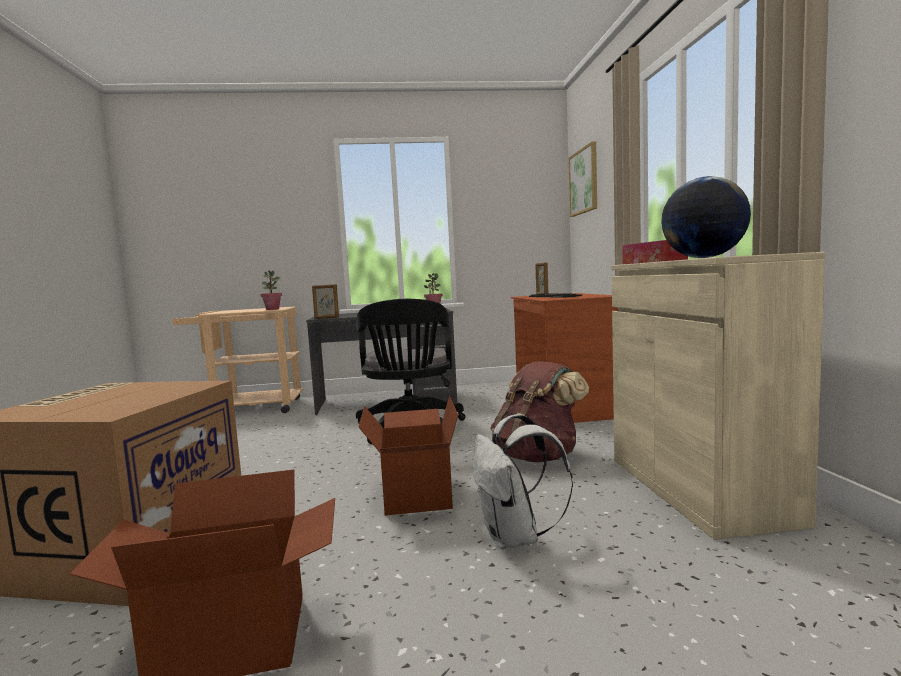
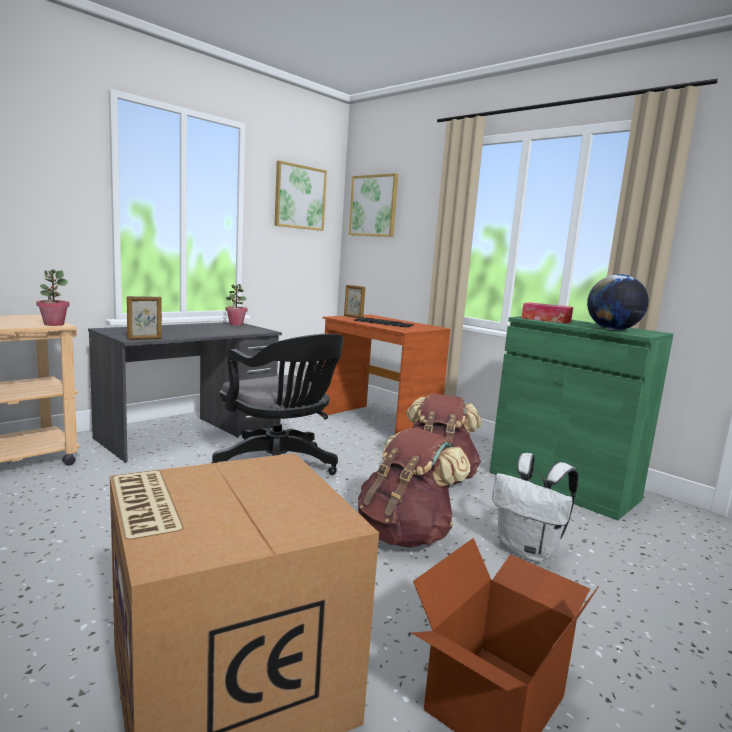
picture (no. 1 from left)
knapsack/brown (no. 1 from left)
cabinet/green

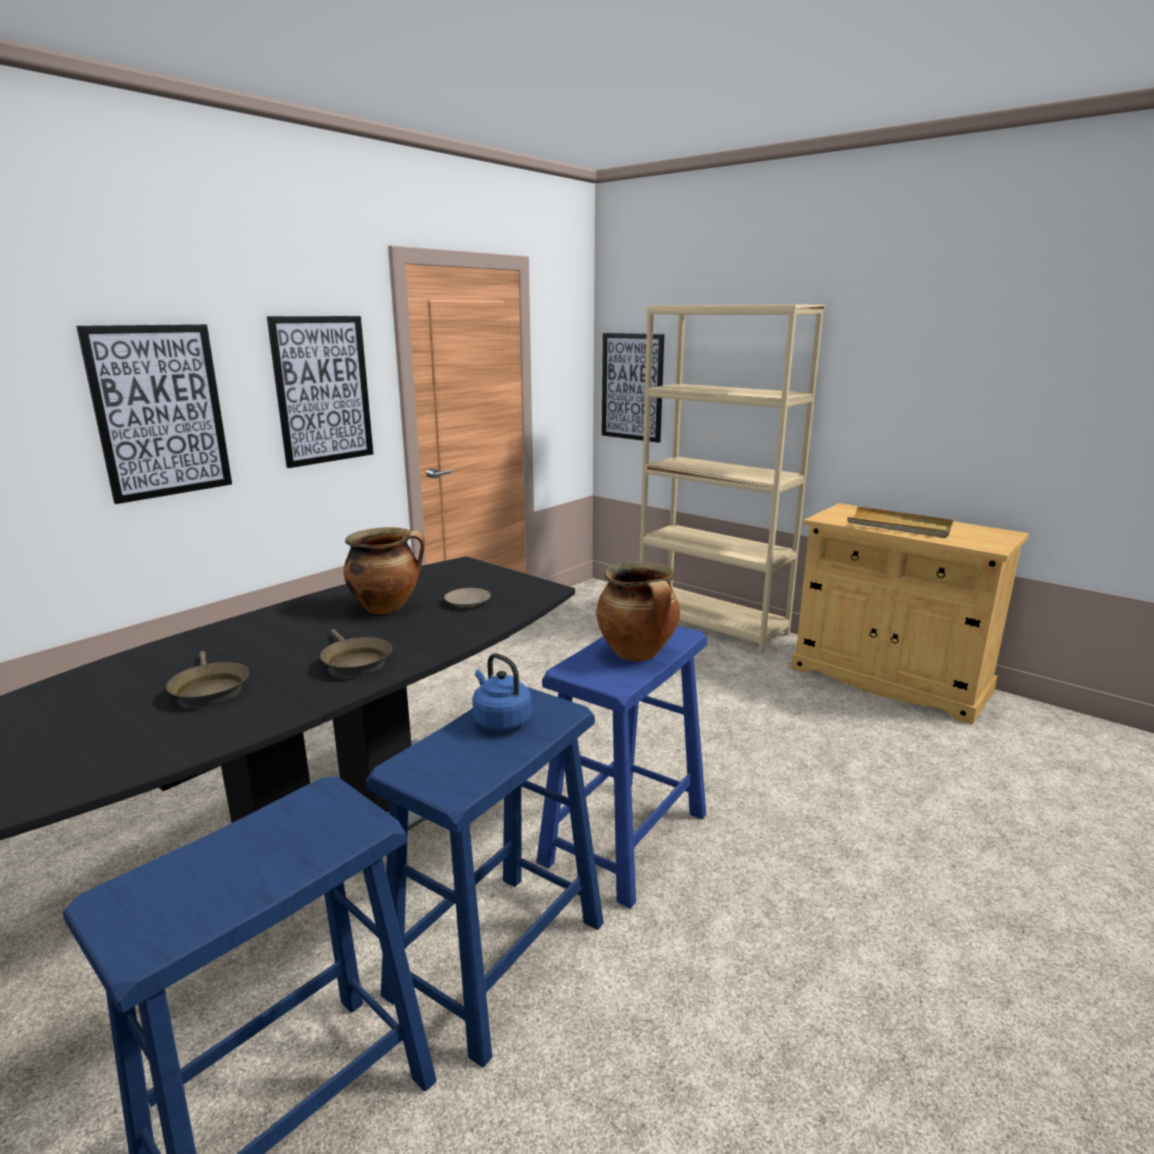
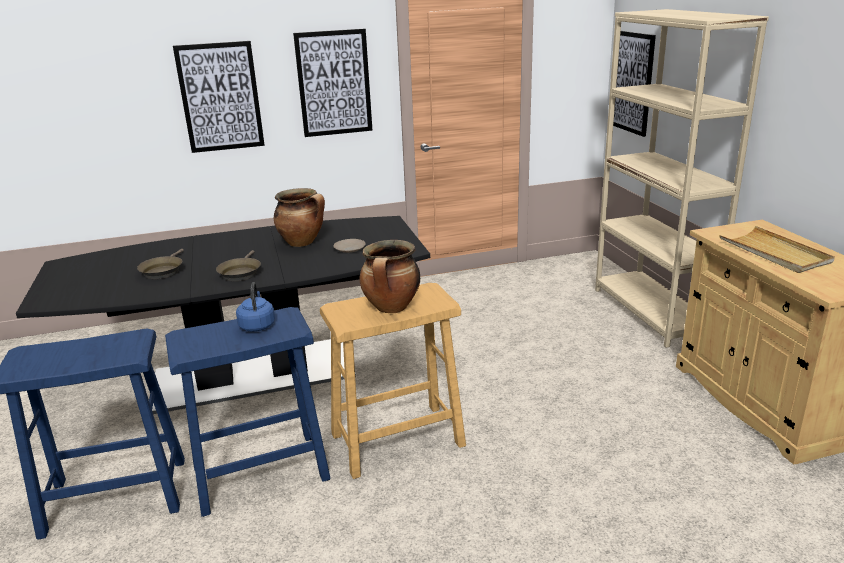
stool seat/beige-coloured

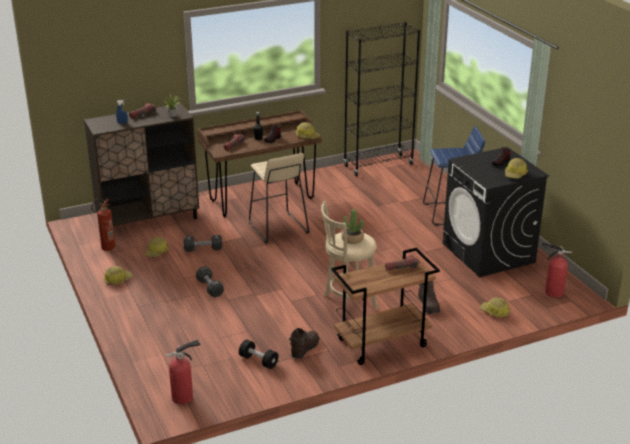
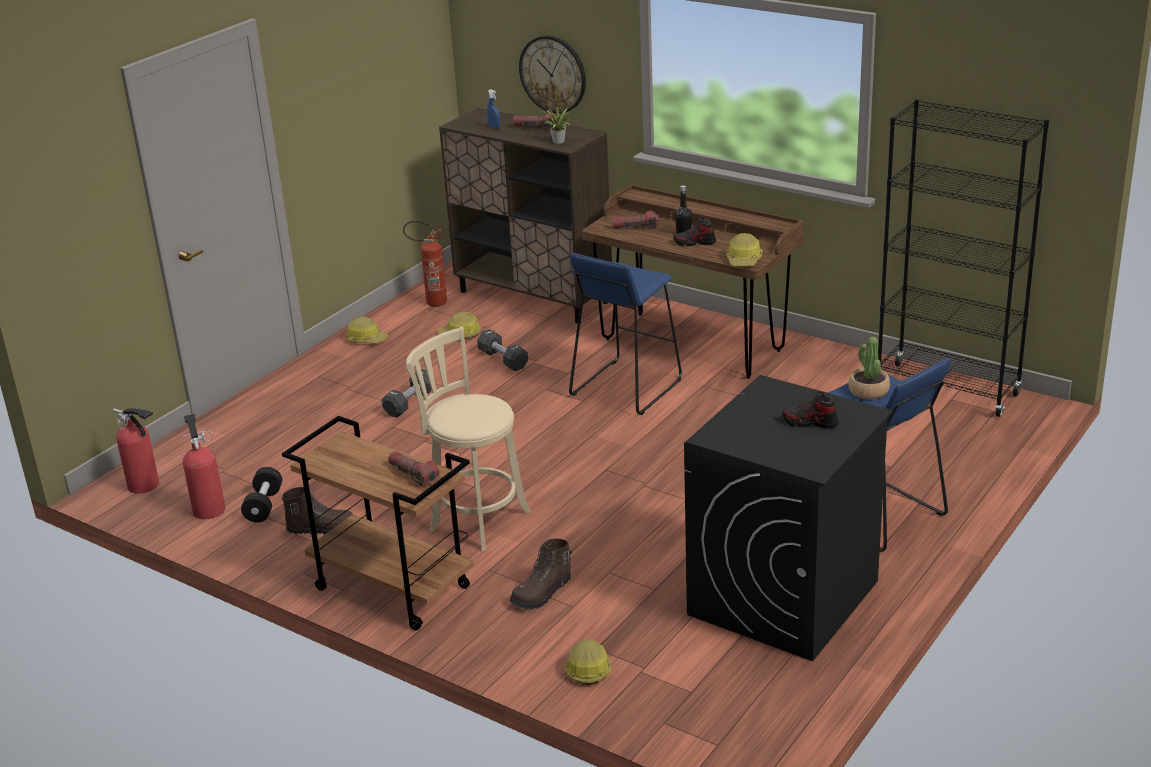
fire-fighting cylinder (no. 2 from left)
wall clock
stool seat/bluish (no. 1 from left)
potted plant (no. 2 from left)
work helmet (no. 5 from left in the first image)

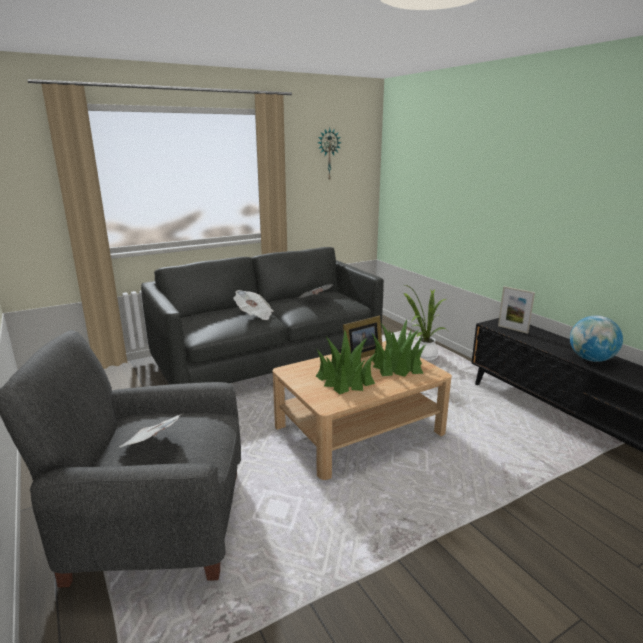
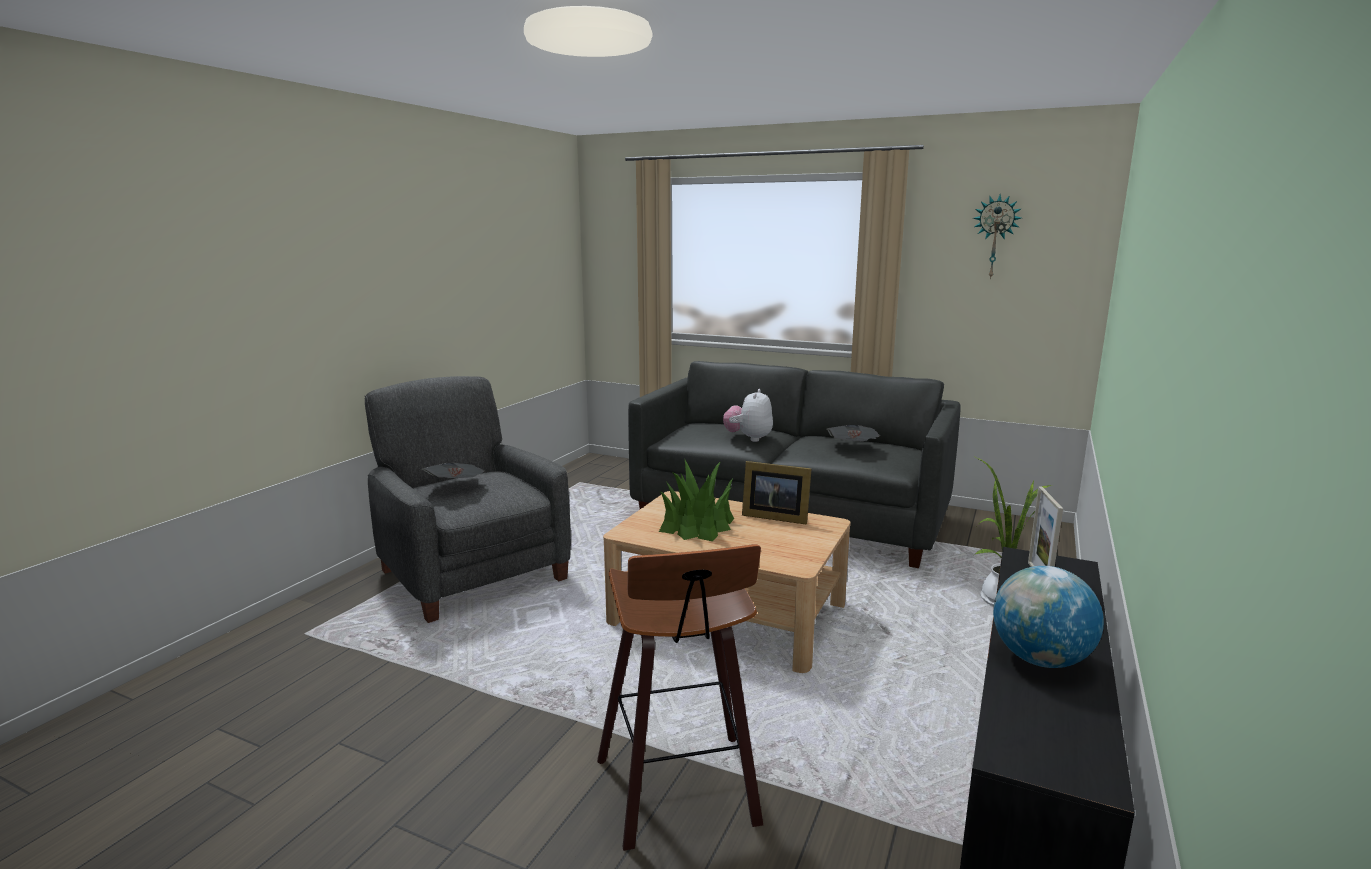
stool seat
plush toy
potted plant (no. 2 from left in the first image)

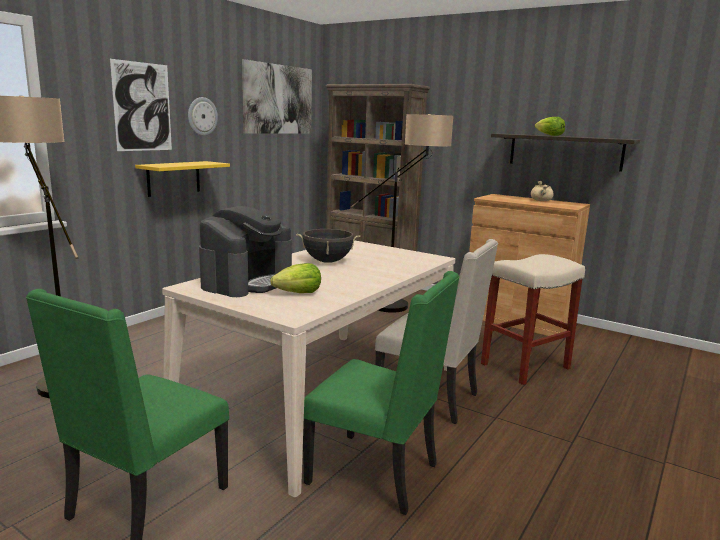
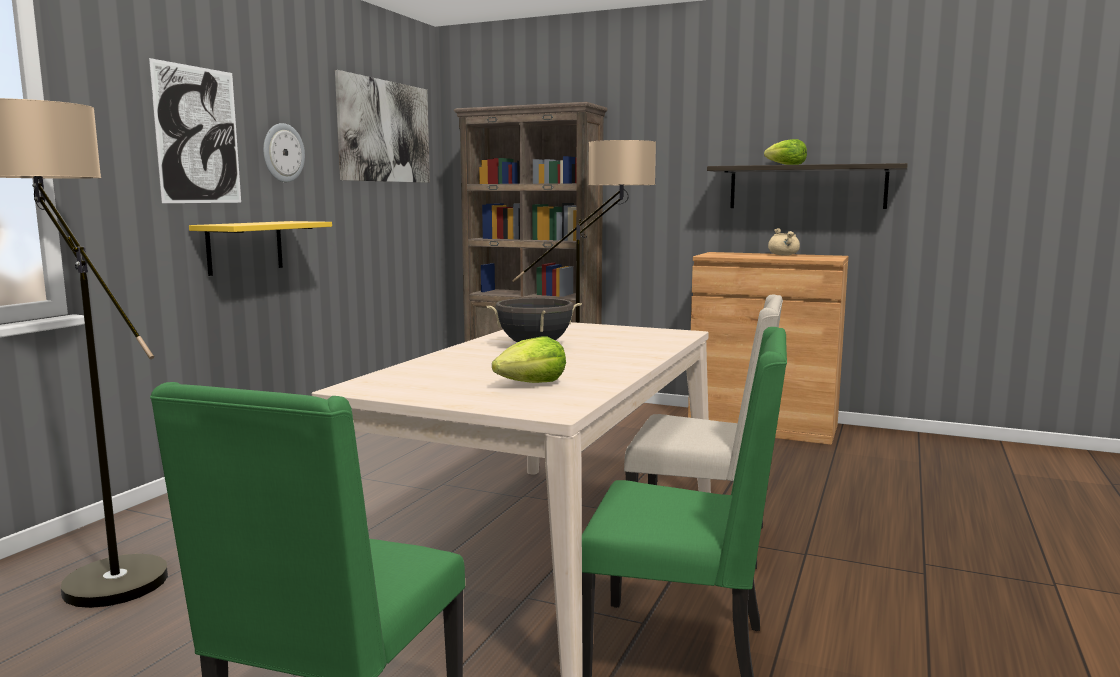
coffee machine
stool seat/beige-coloured

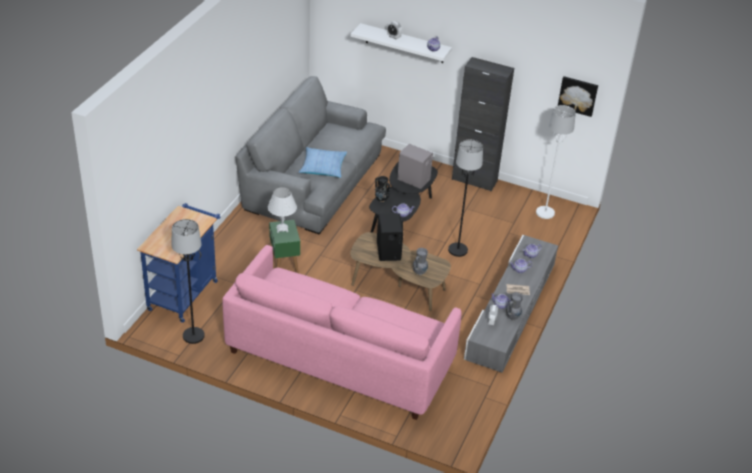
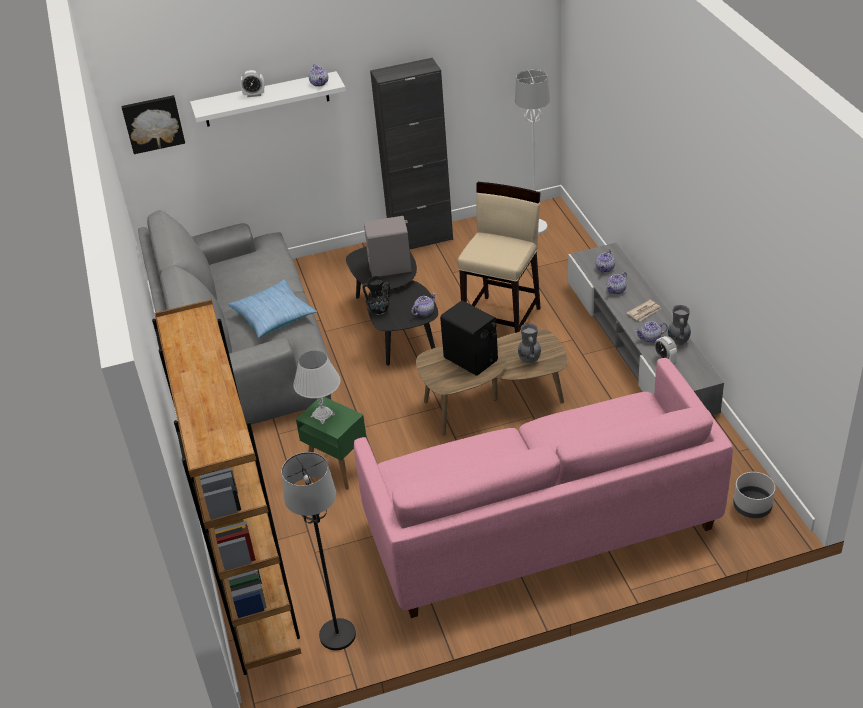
picture
bookshelf/brown
stool seat/beige-coloured
planter/grey

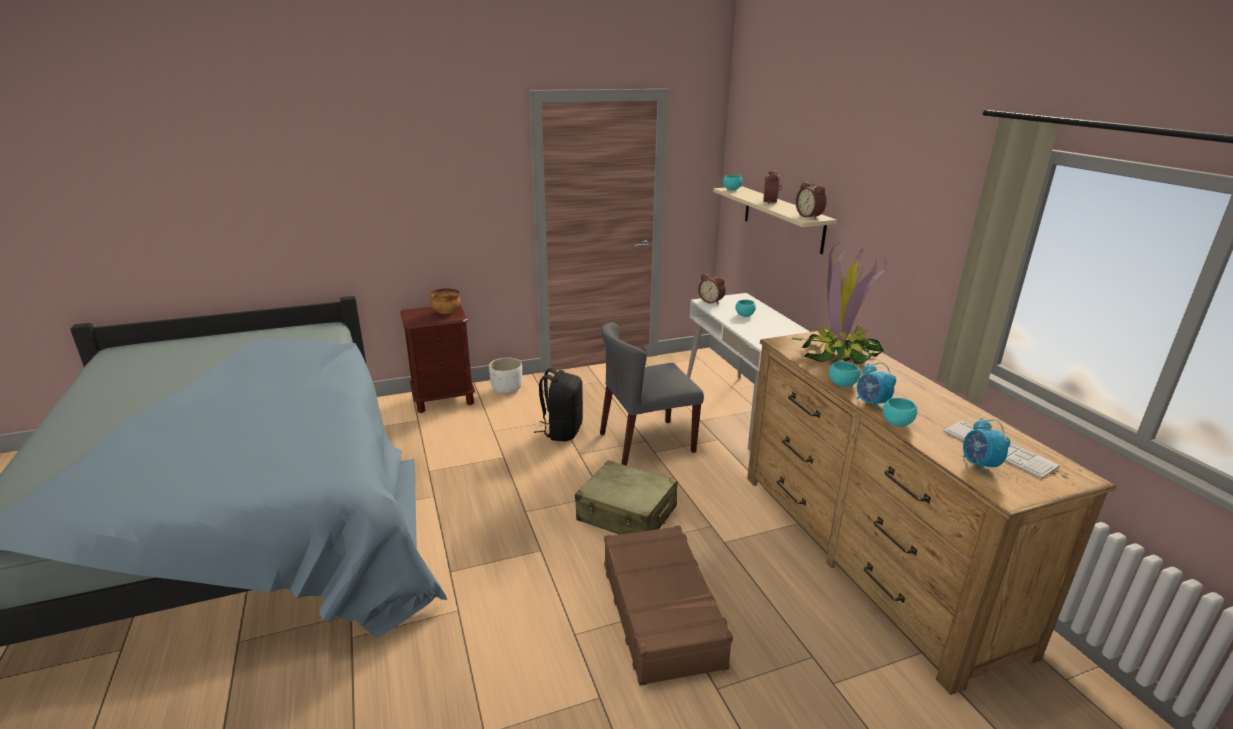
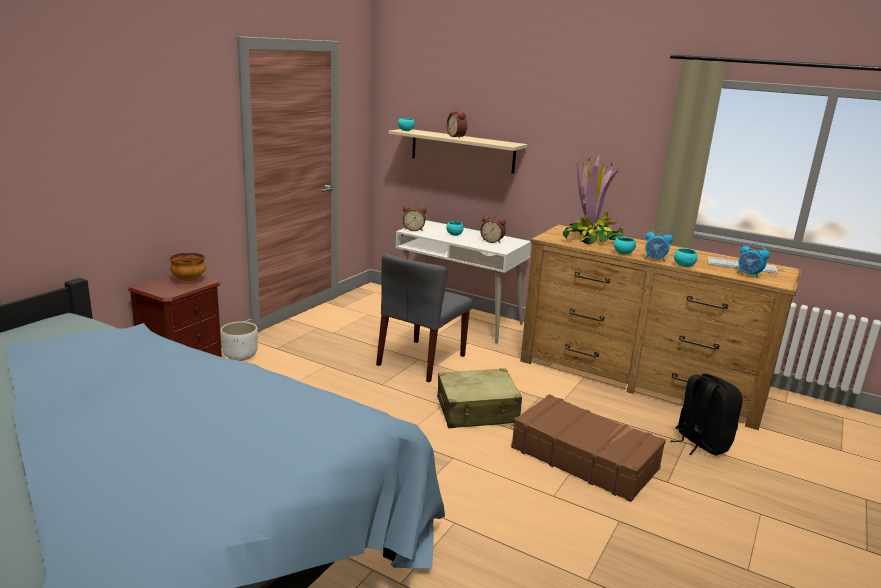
bedside clock (no. 3 from left)
knapsack/black

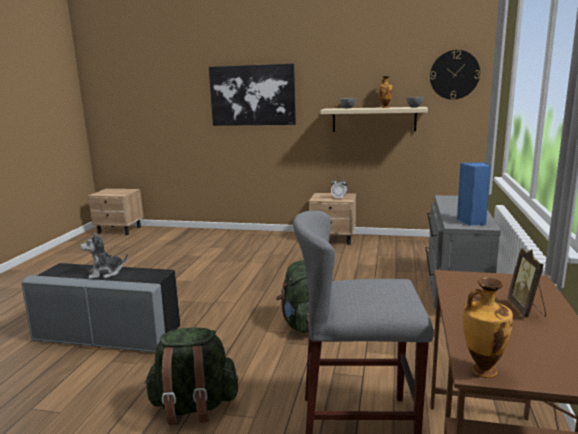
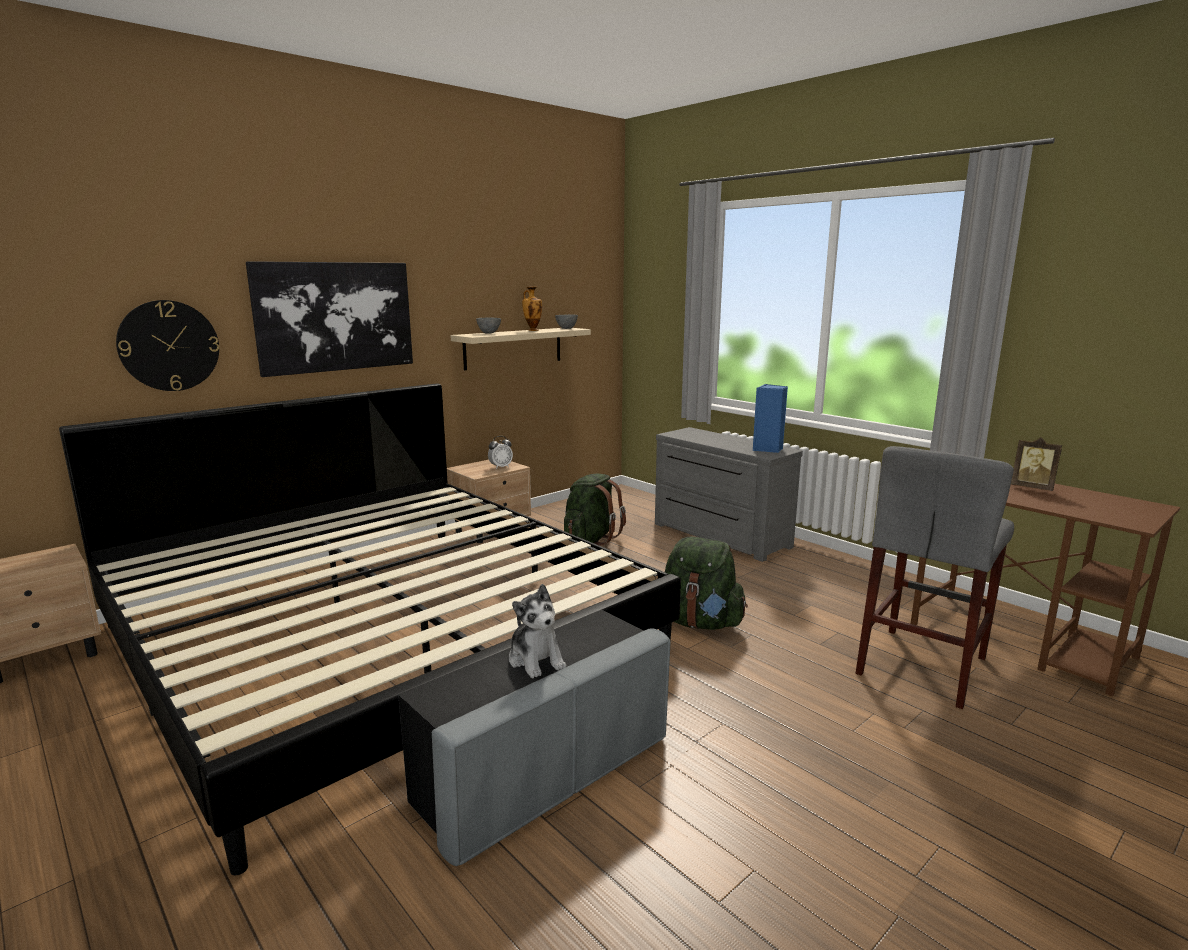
bedroom bed
wall clock
plush toy
knapsack/green (no. 1 from left)
vase (no. 2 from left in the first image)

